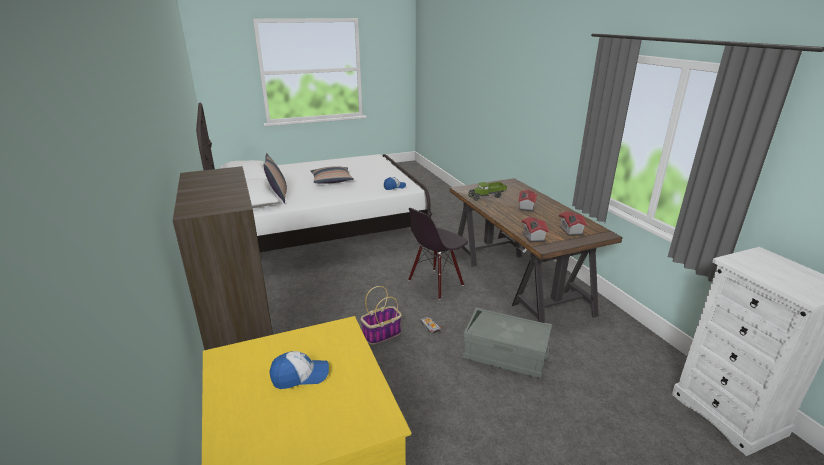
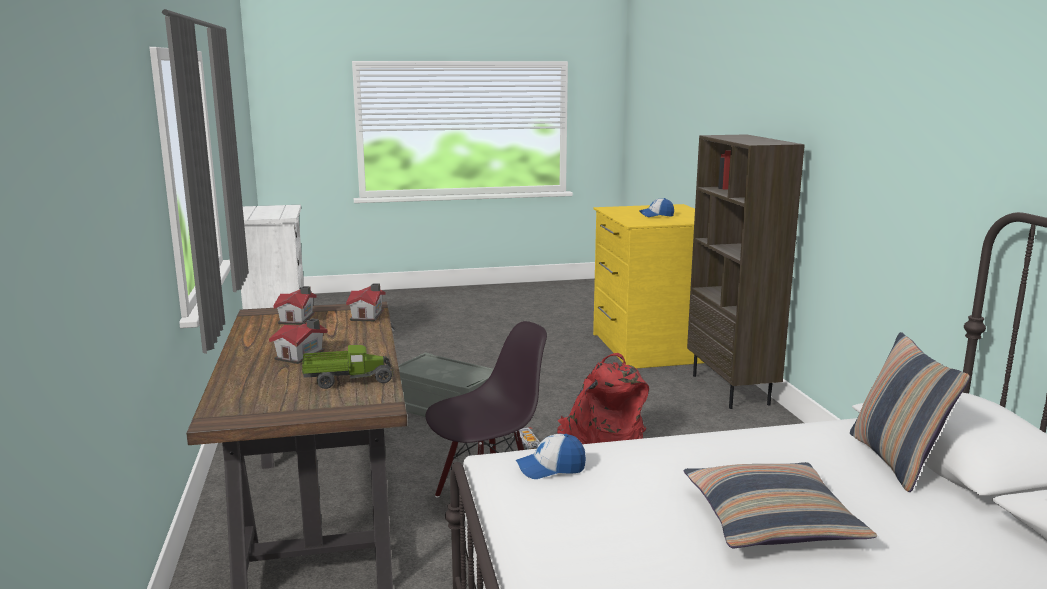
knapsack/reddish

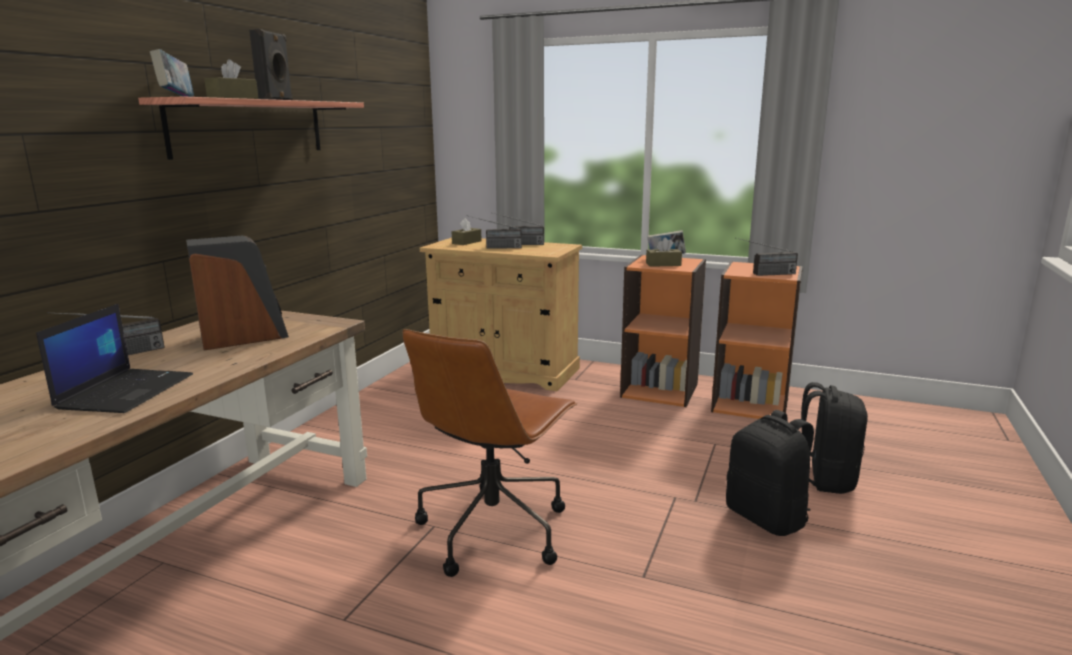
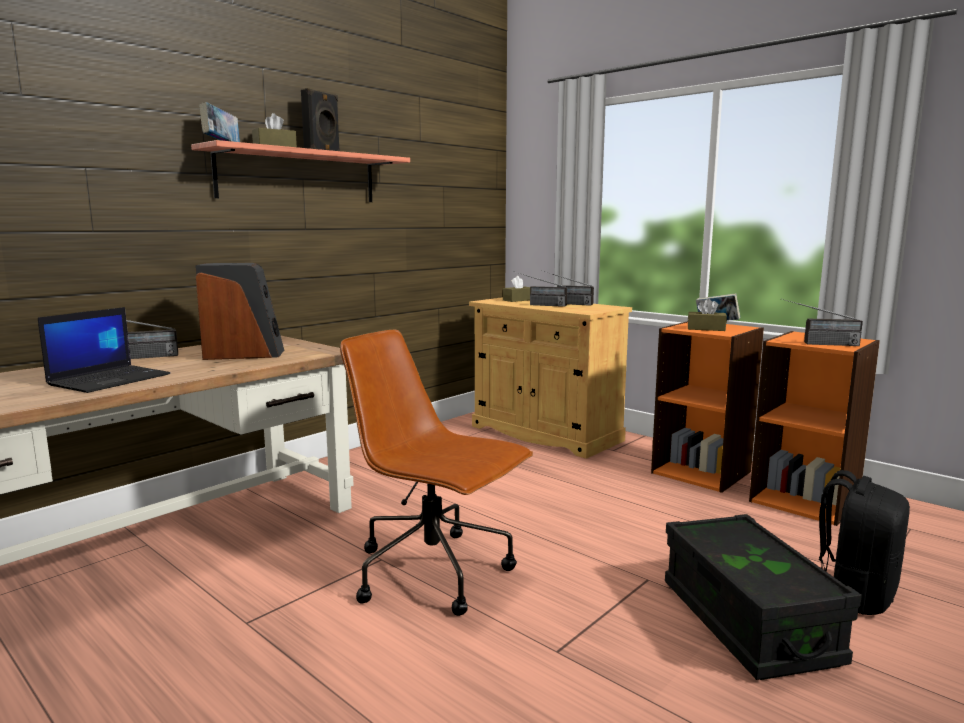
computer chair/brown
storage box/black

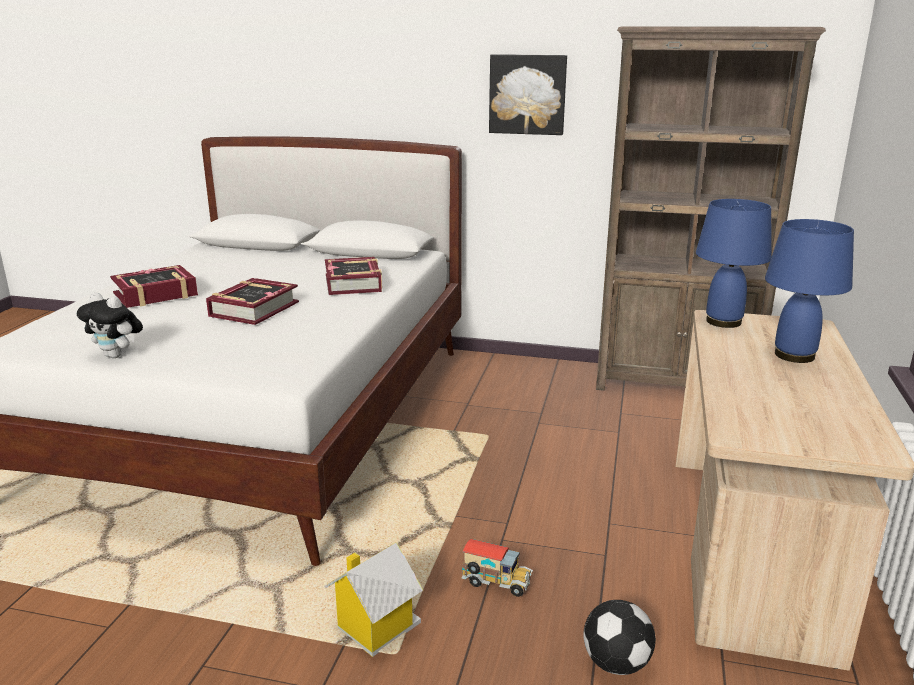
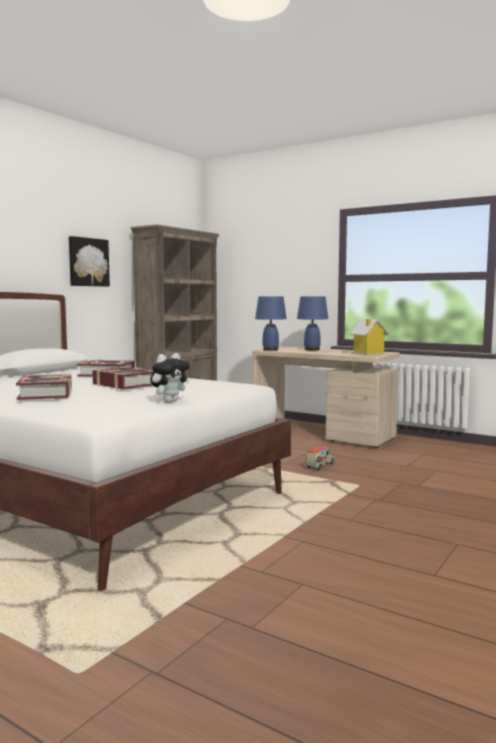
miniature house
football

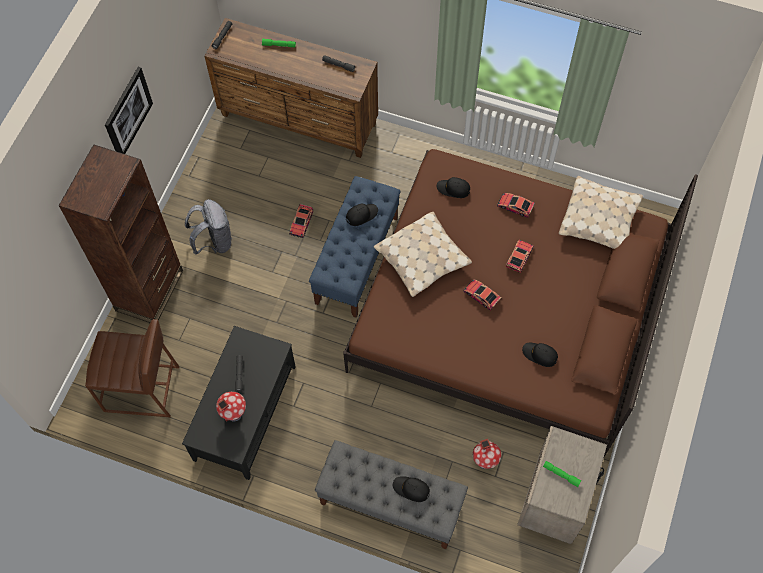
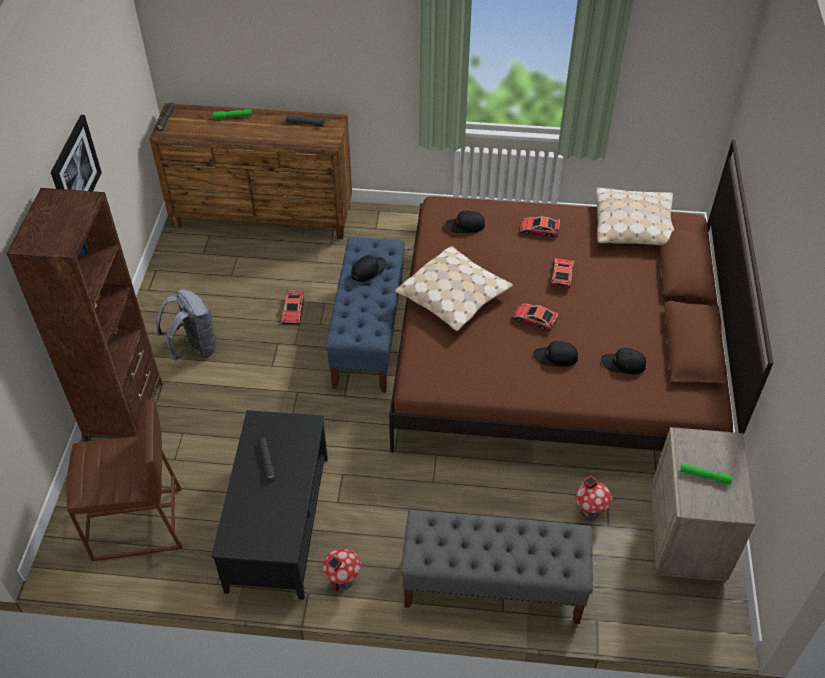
miniature house (no. 1 from left)
peaked cap/black (no. 3 from left)

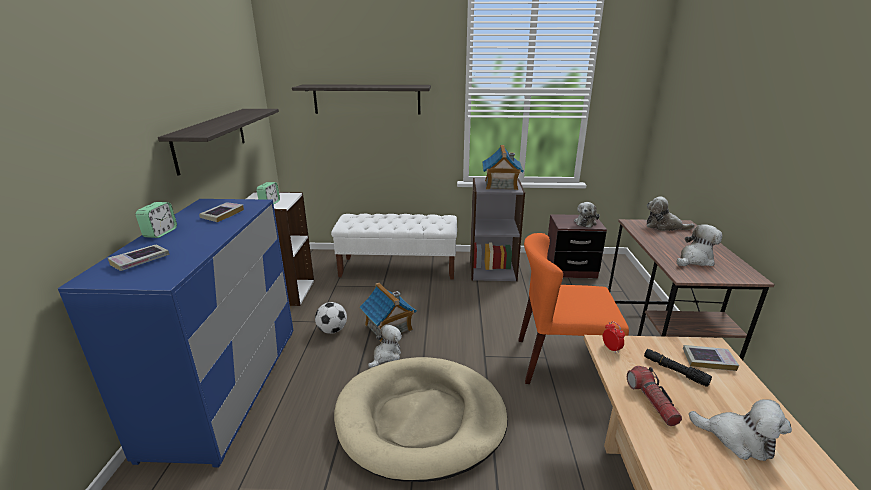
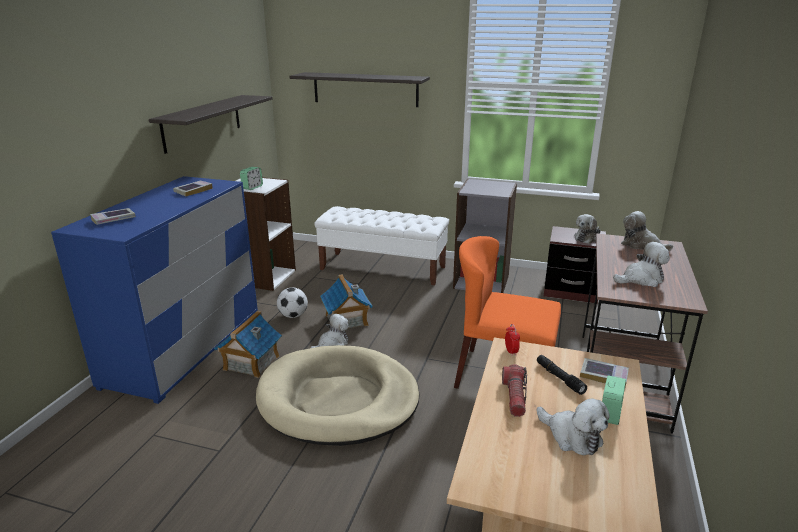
miniature house (no. 1 from left)
bedside clock (no. 3 from left)

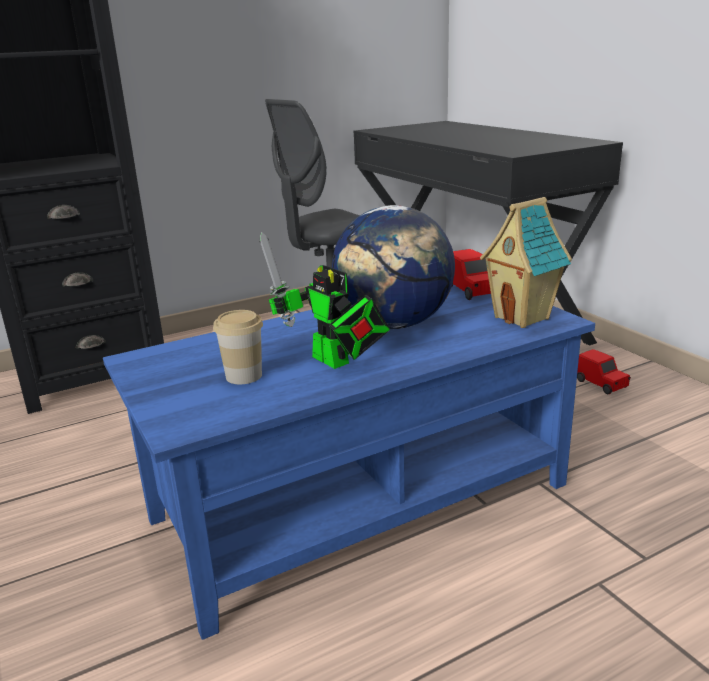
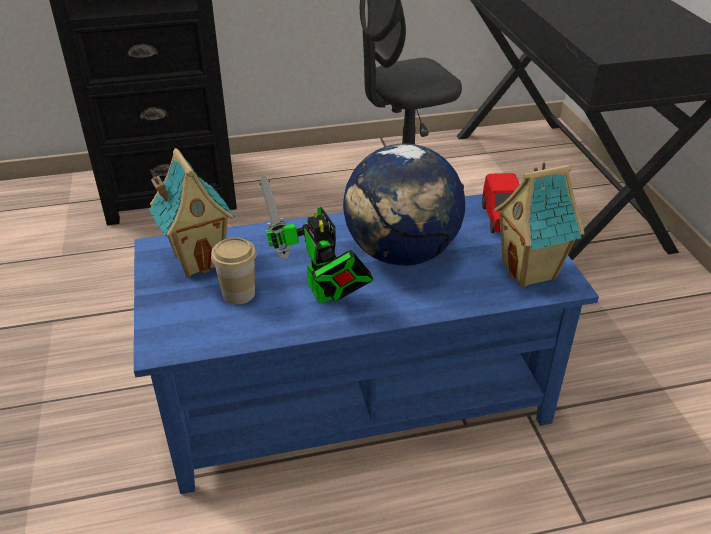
miniature house (no. 1 from left)
model car/reddish (no. 2 from left in the first image)

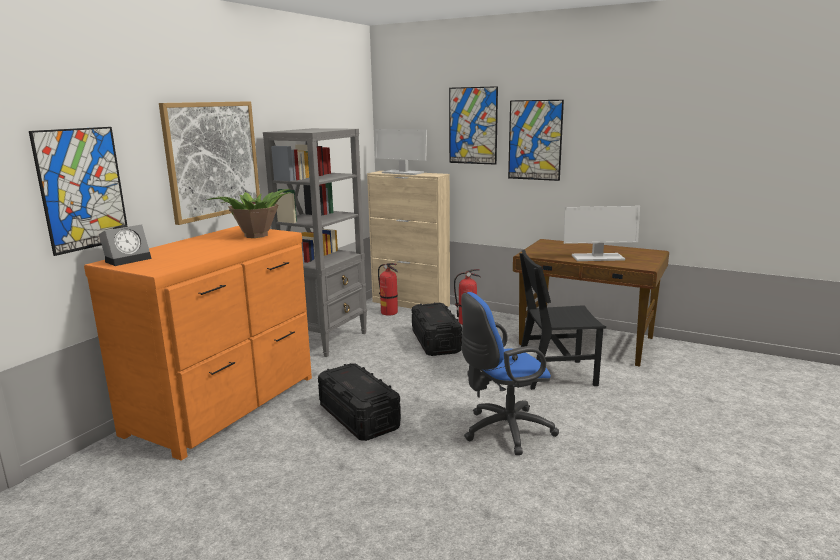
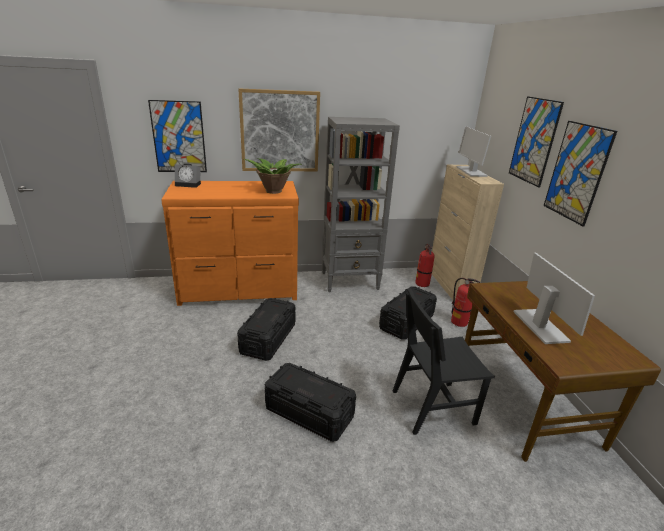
storage box/black (no. 2 from left)
upright chair/black
monitor (no. 2 from left)

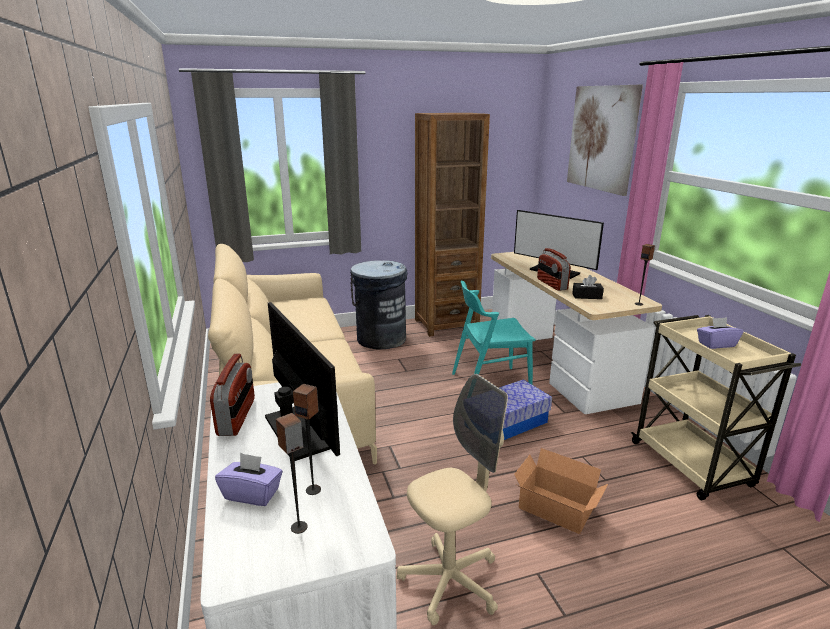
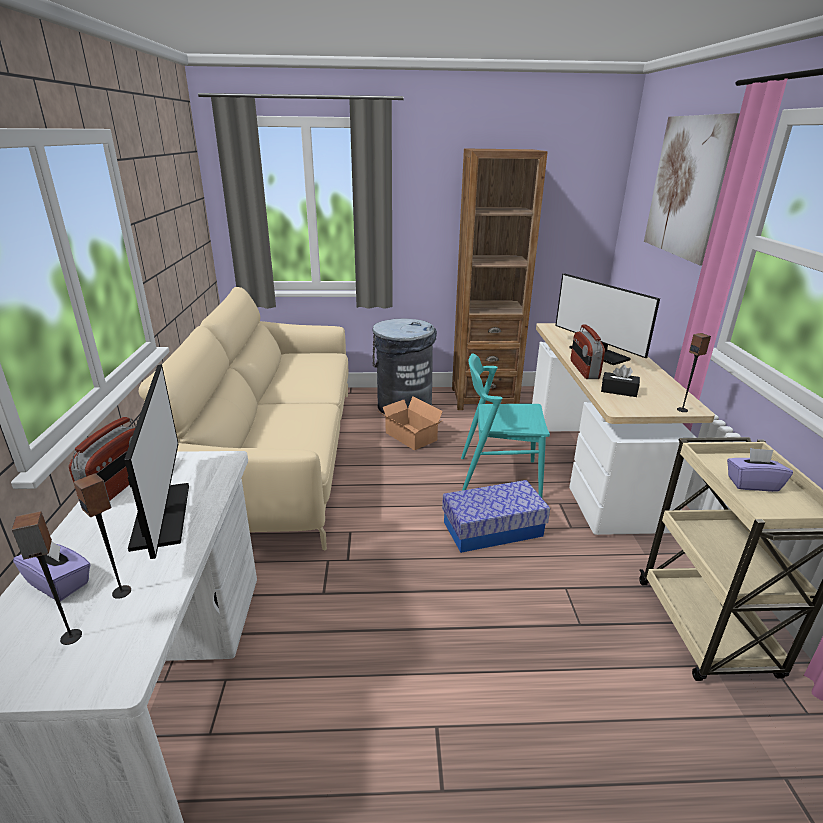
carton
computer chair/beige-coloured

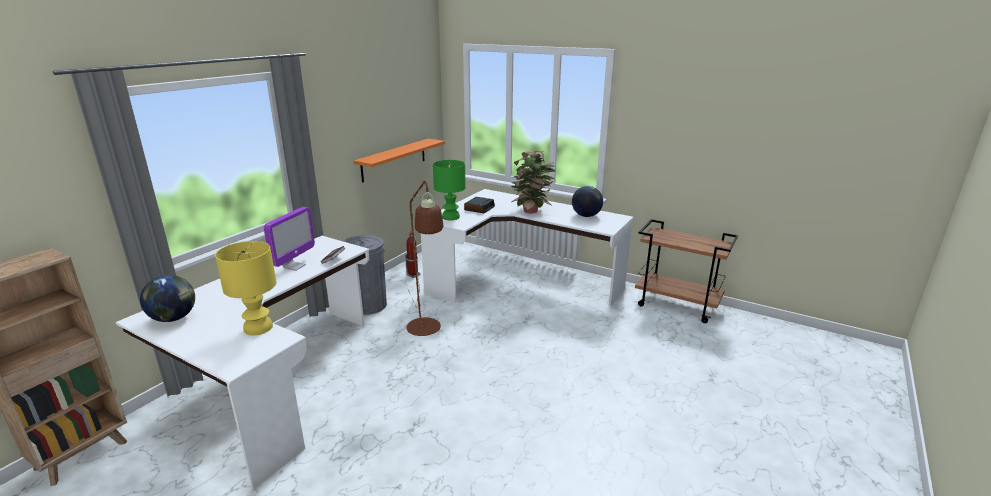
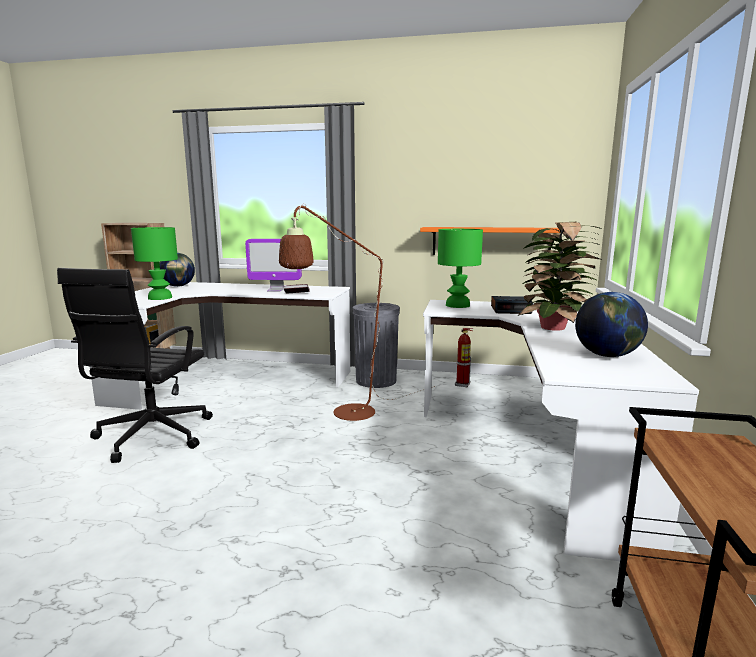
computer chair/black
table lamp/green (no. 1 from left)

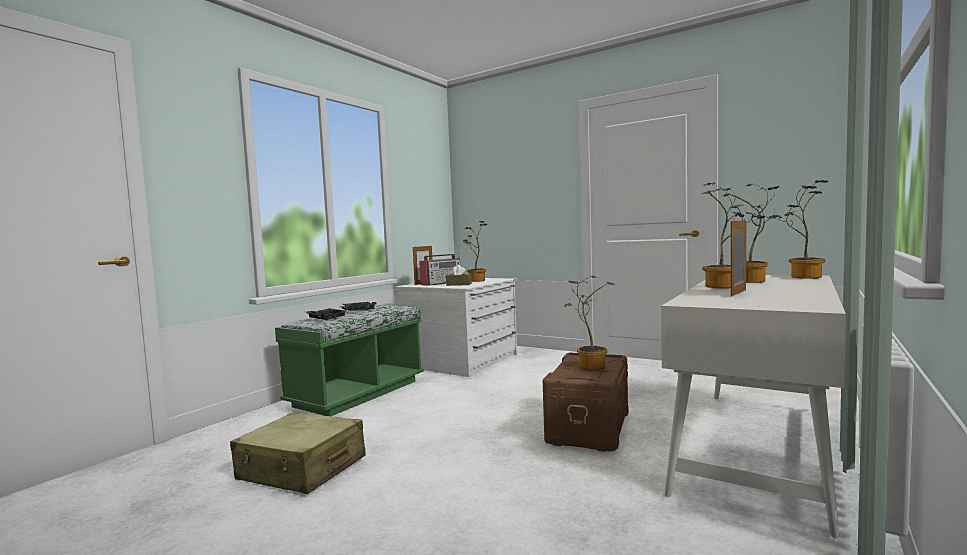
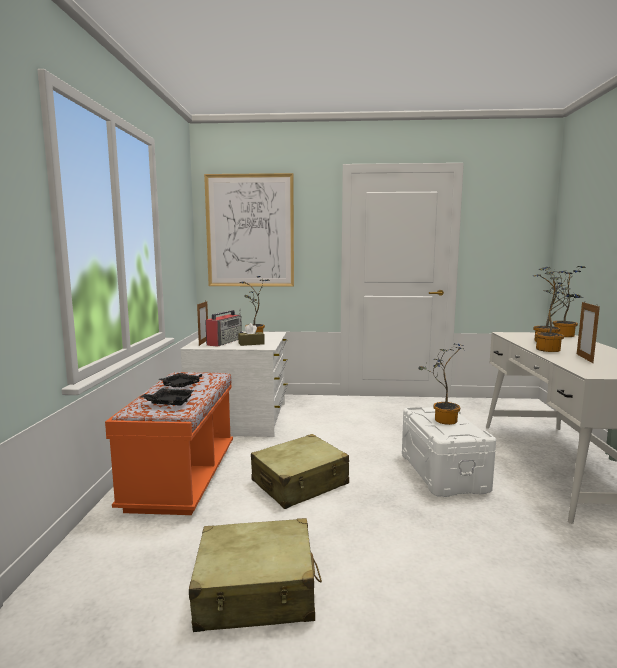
indoor bench/orange
picture
travel case/beige-coloured (no. 2 from left)
storage box/white

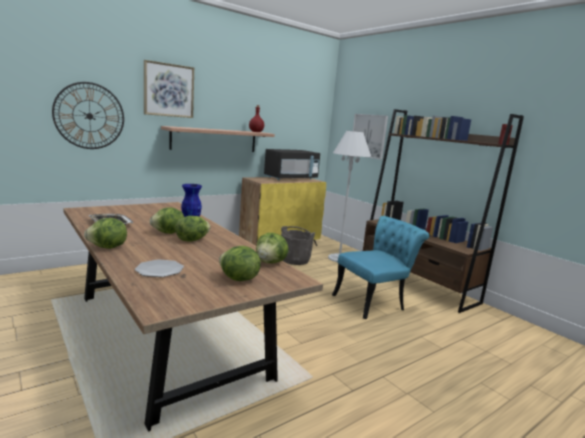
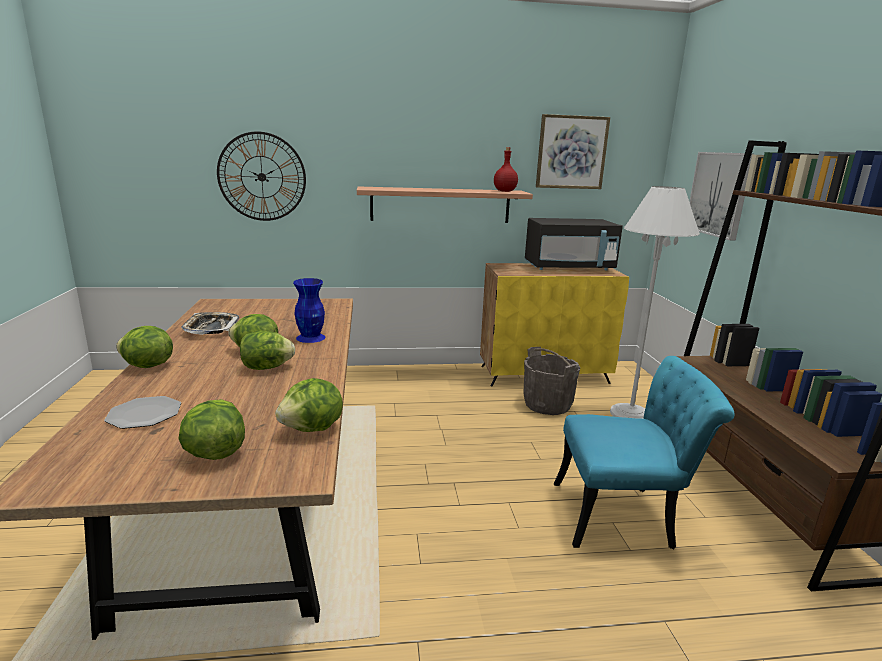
picture (no. 1 from left)

